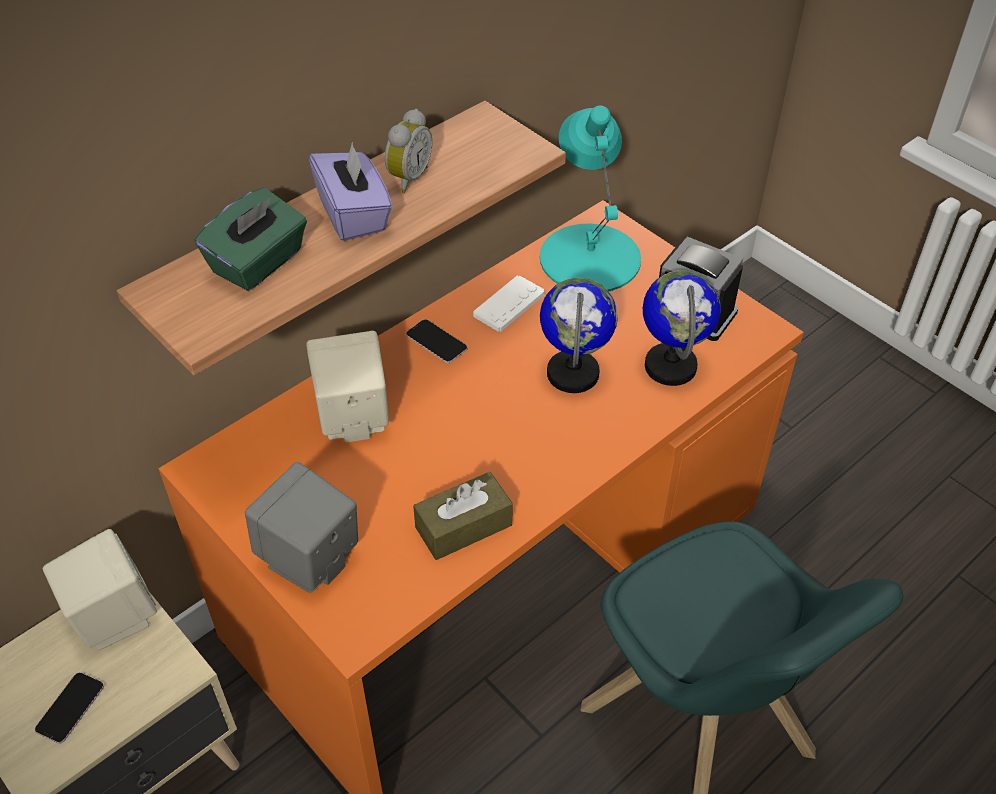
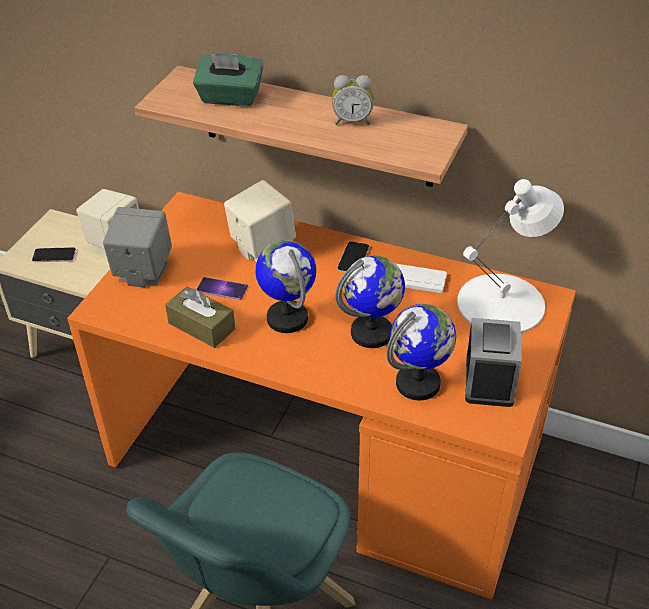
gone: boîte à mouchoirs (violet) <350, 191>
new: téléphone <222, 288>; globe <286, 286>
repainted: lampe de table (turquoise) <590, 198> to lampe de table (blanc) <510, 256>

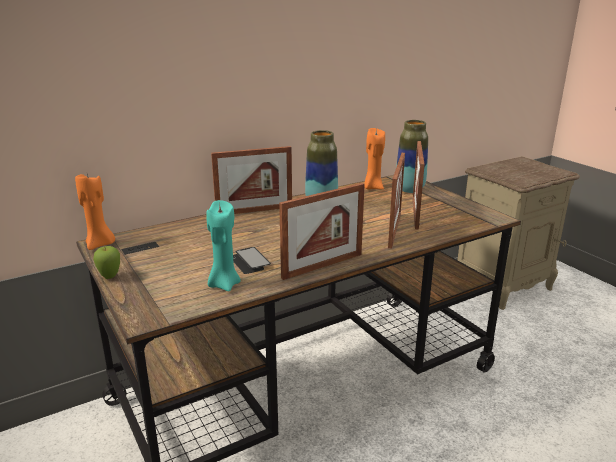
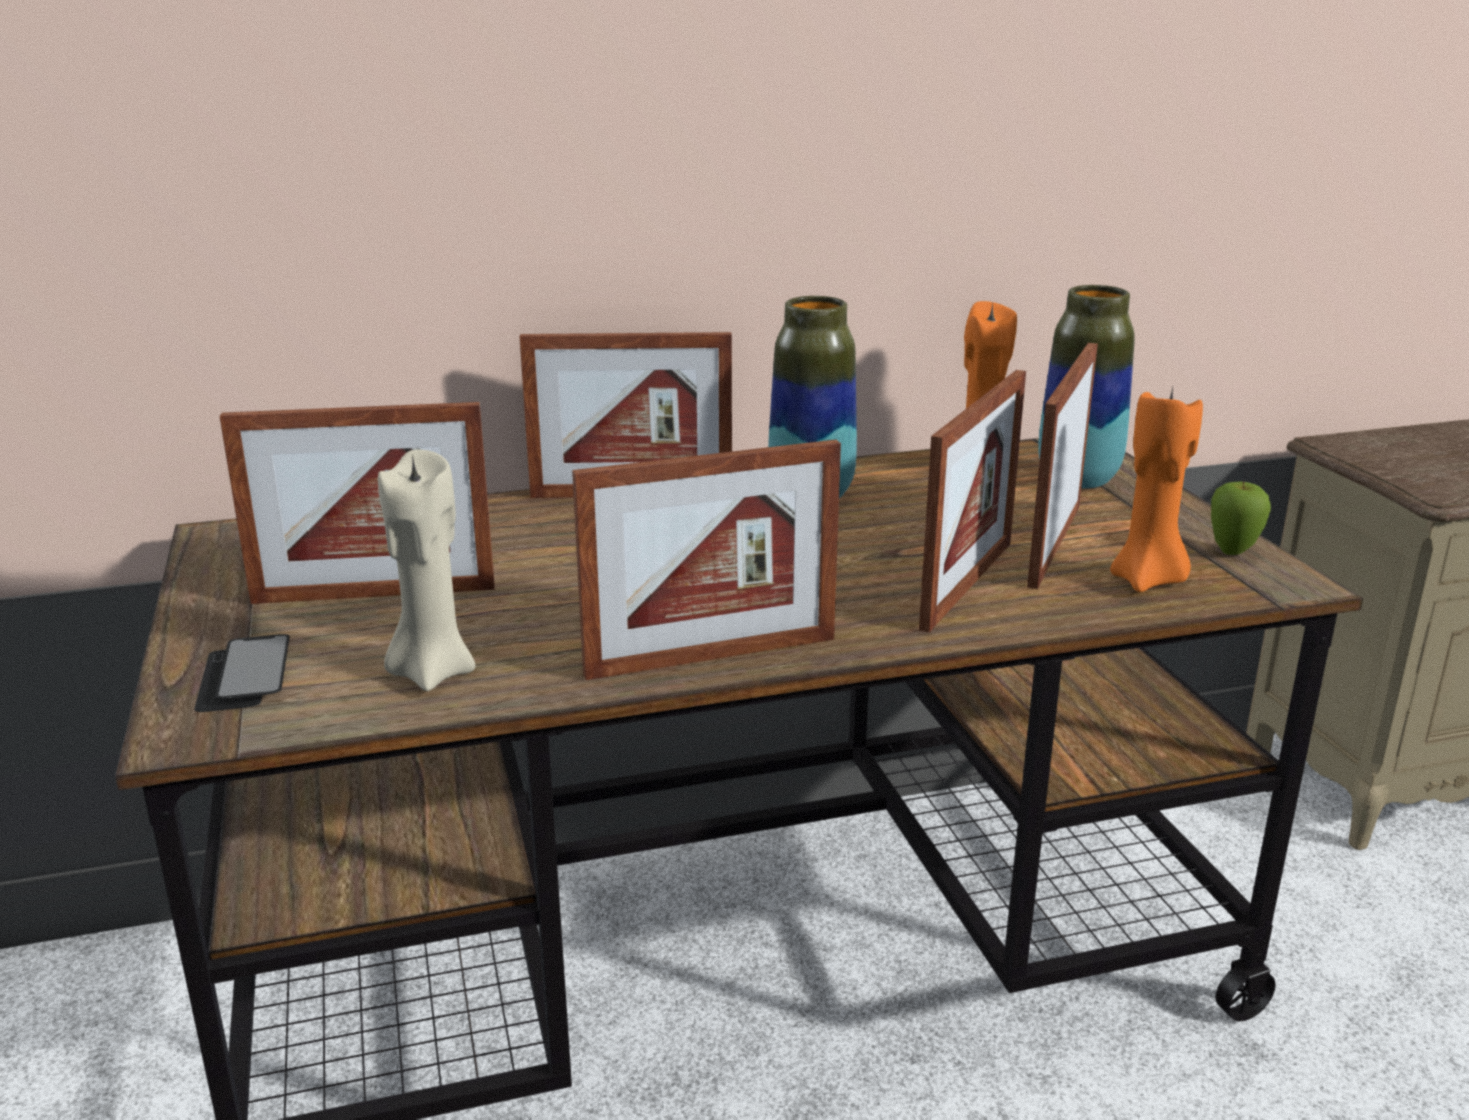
new: cadre photo <357, 503>
shifted: bougie (orange) <95, 212> to <1156, 489>; pomme <106, 262> to <1241, 518>; téléphone <252, 260> to <242, 673>
repainted: bougie (turquoise) <223, 245> to bougie (beige) <426, 570>

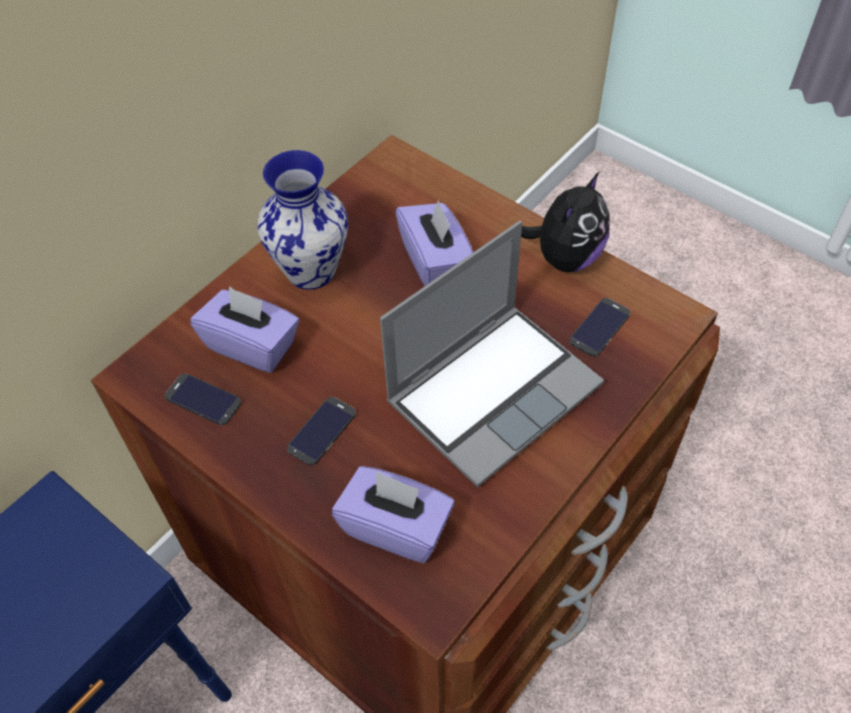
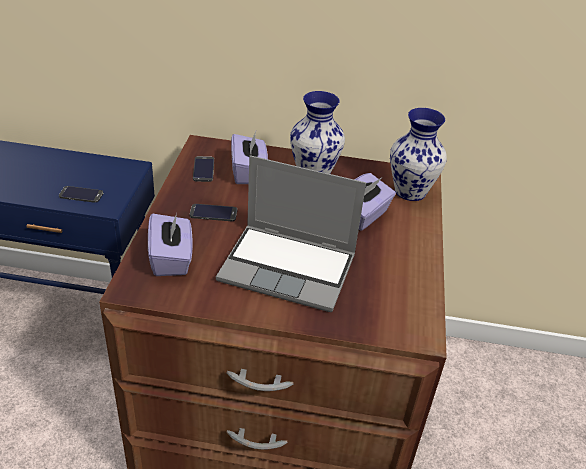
gone: peluche <565, 221>
new: vase <418, 154>
shifted: téléphone <600, 327> to <81, 194>

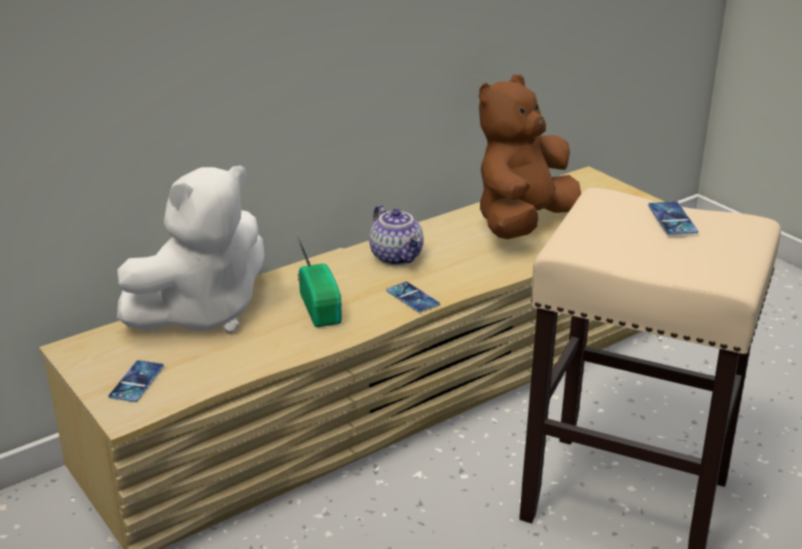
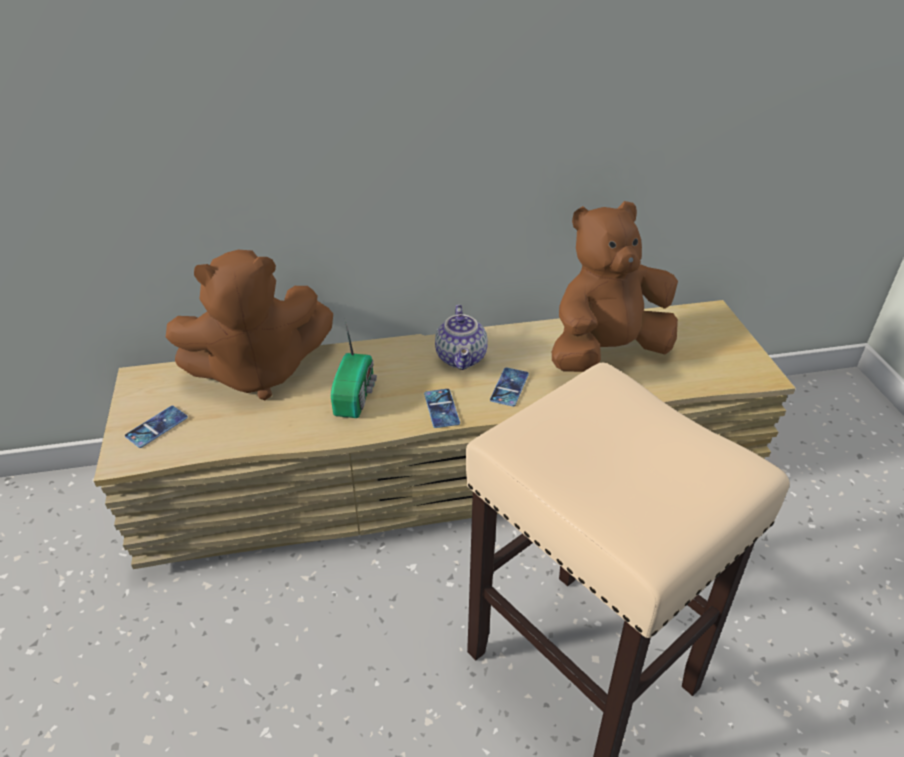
shifted: téléphone <673, 218> to <509, 386>
repainted: peluche (blanc) <191, 250> to peluche (marron) <249, 325>

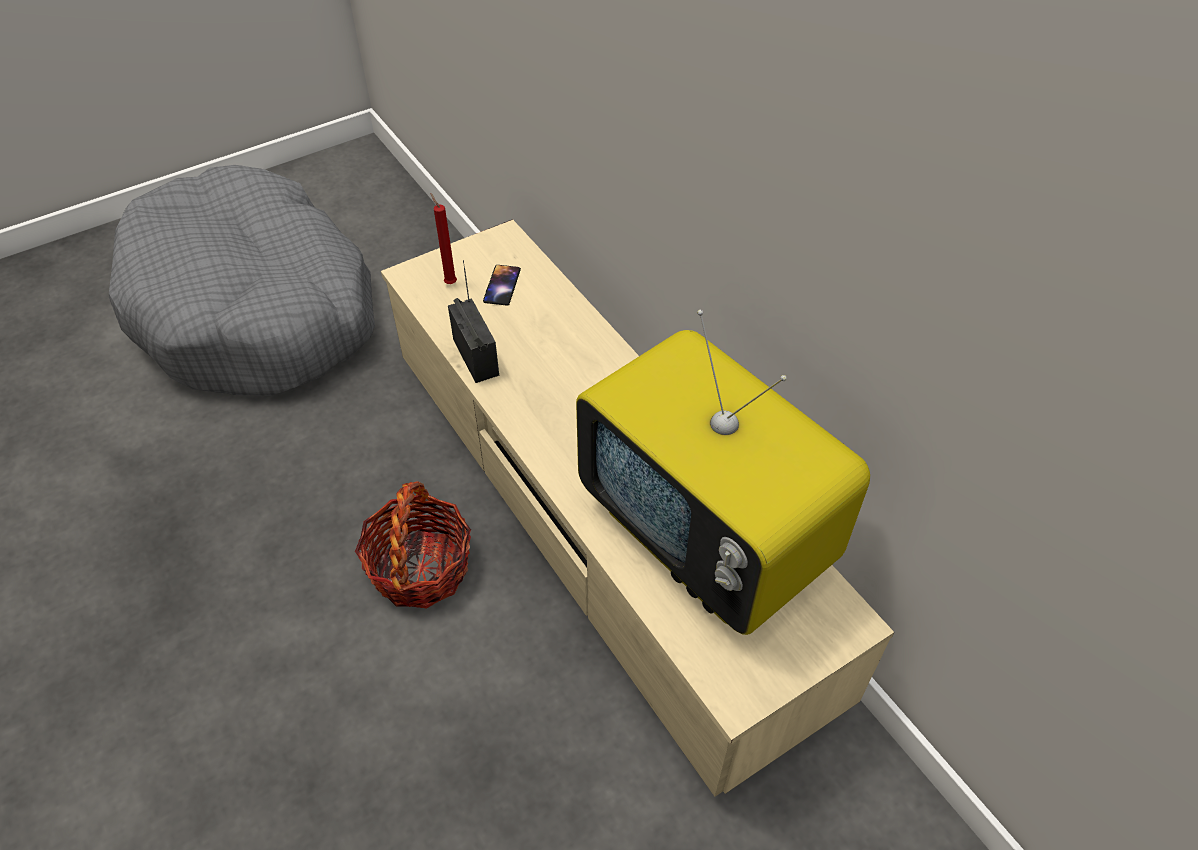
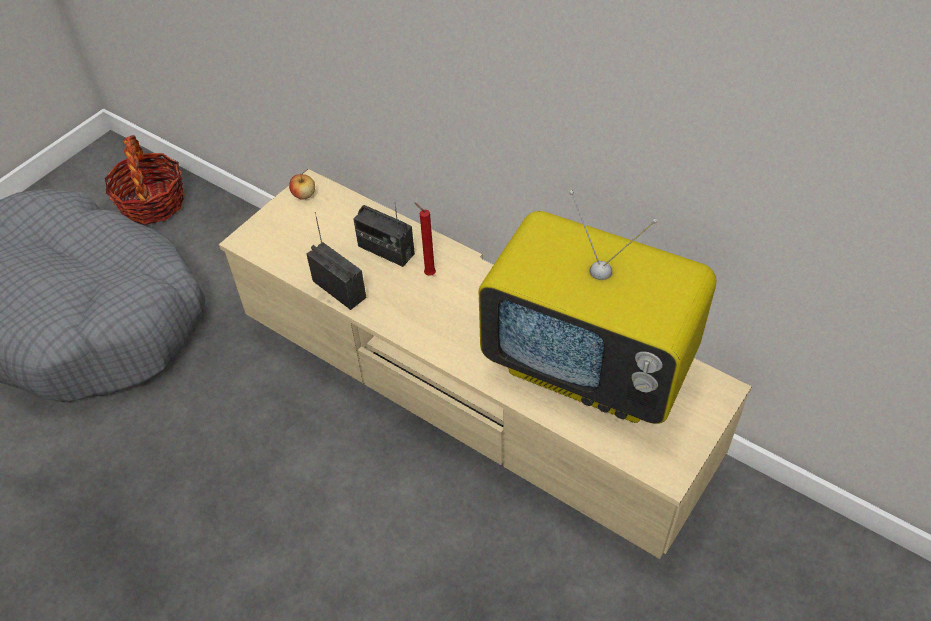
gone: téléphone <502, 285>
new: pomme <302, 187>; radio <384, 234>
shifted: panier <413, 545> to <145, 180>; bougie (rouge) <444, 238> to <425, 239>

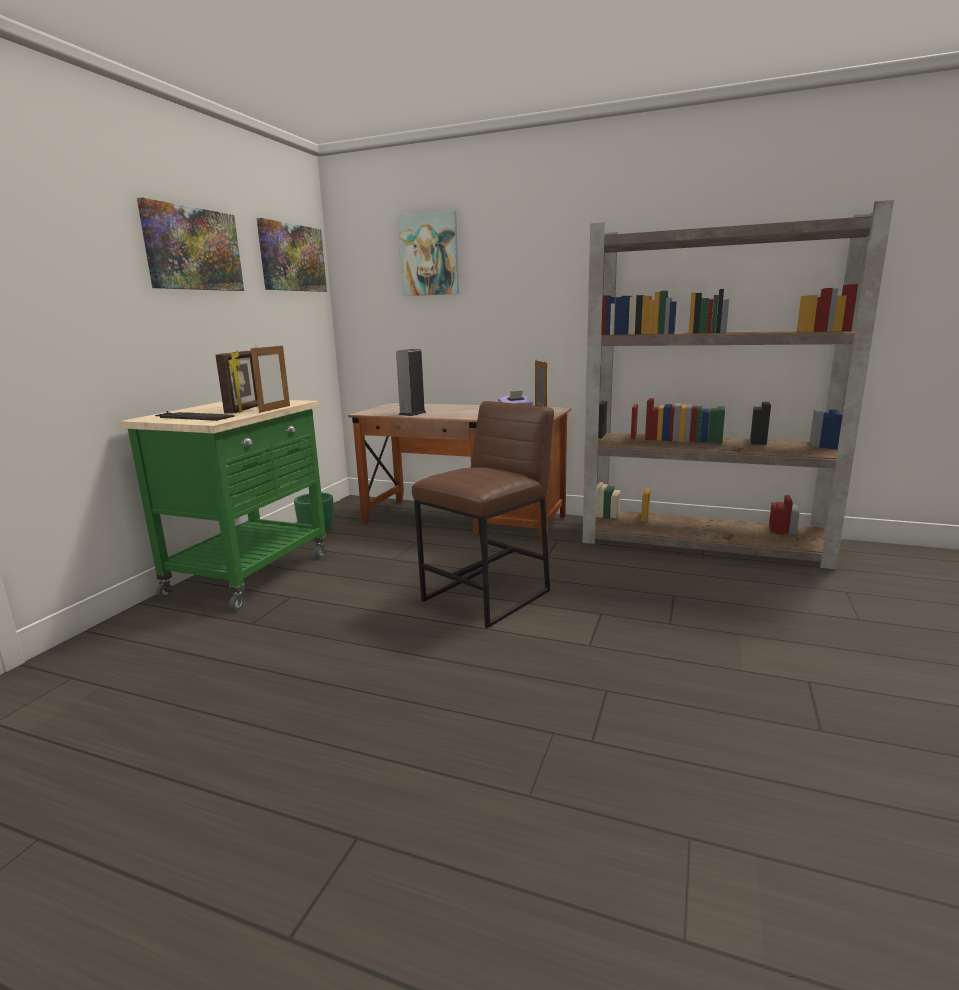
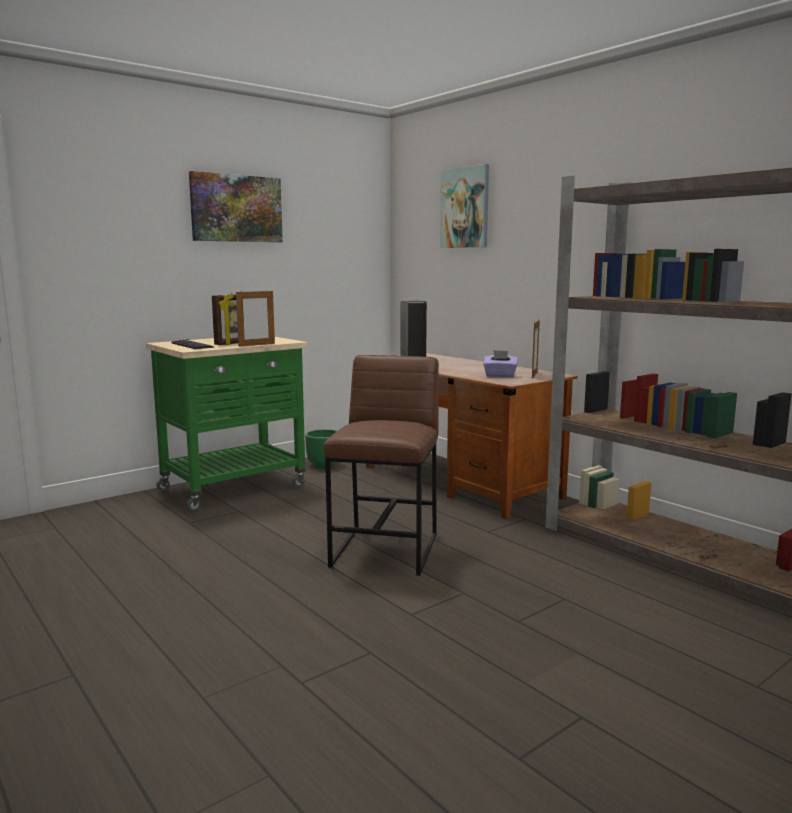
gone: tableau <292, 255>
rotated: chaise (marron) <483, 514> = <381, 465> 60 degrees counterclockwise

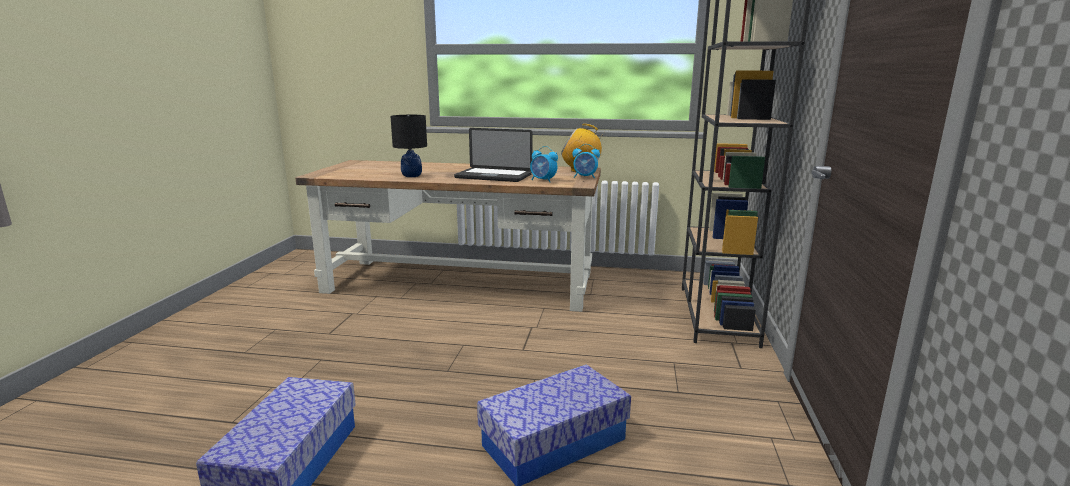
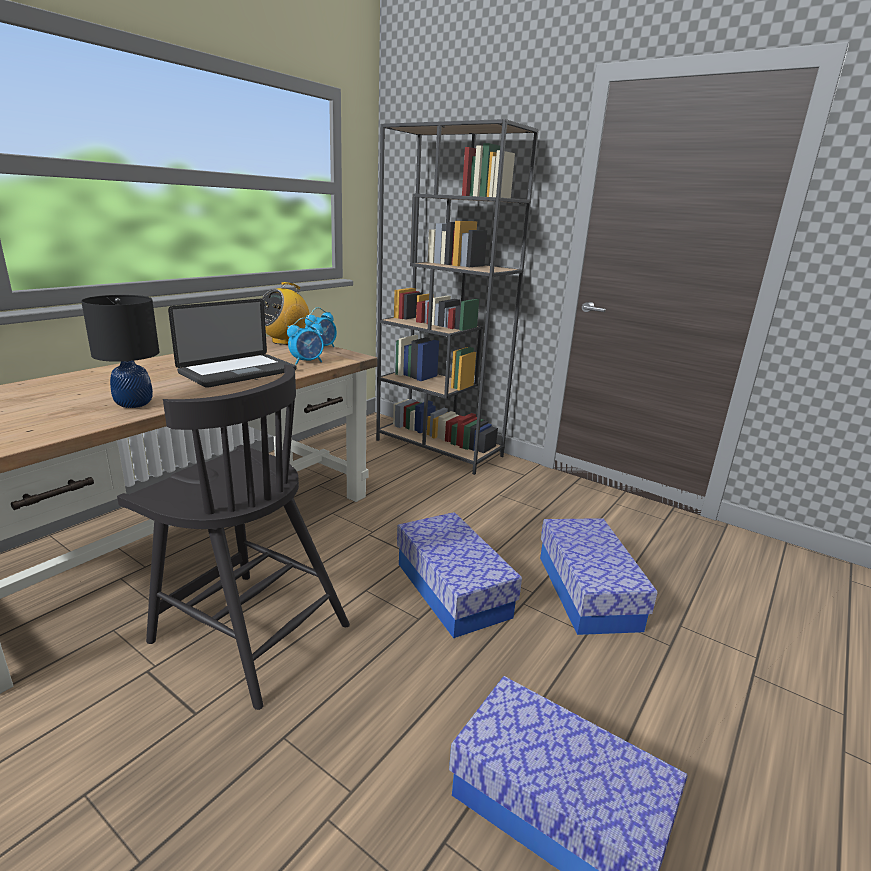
new: chaise (noir) <233, 537>; boîte de rangement <459, 575>

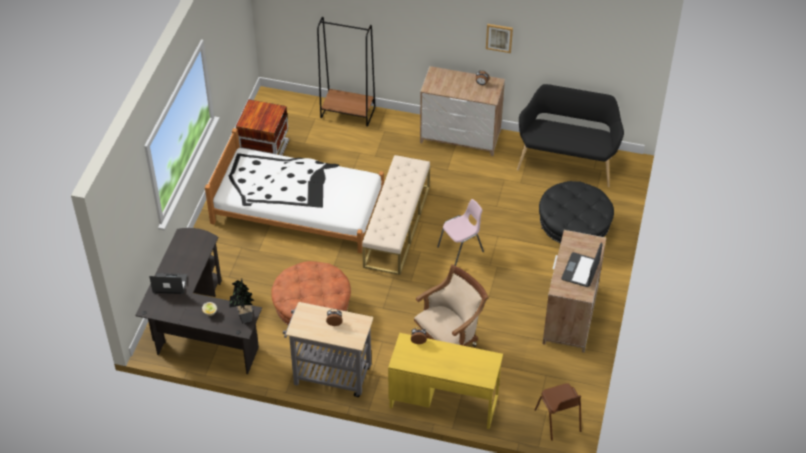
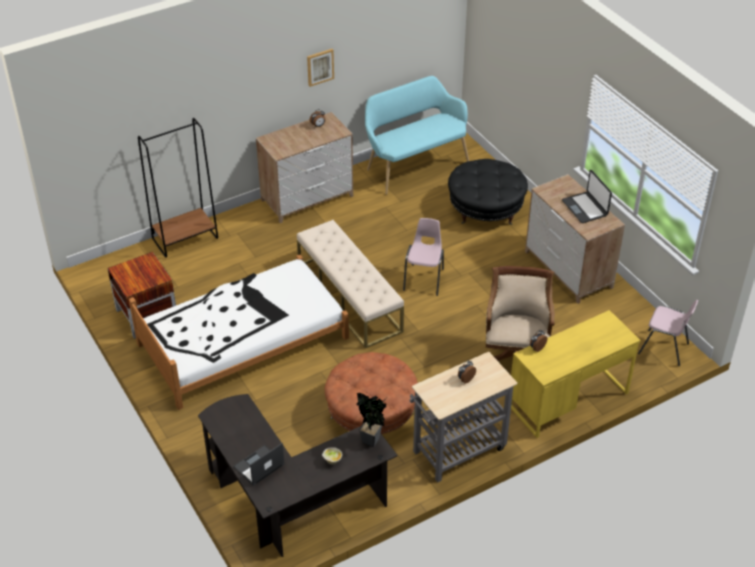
repainted: banc (noir) <570, 135> to banc (turquoise) <417, 135>; chaise (marron) <558, 412> to chaise (rose) <668, 333>

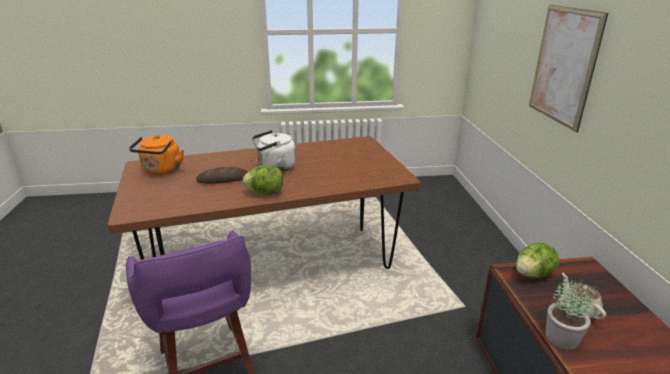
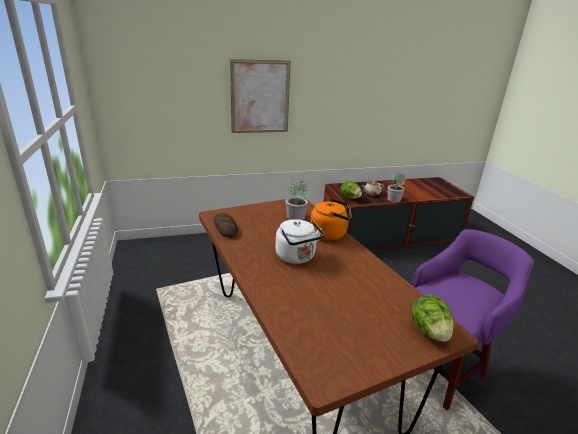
new: plante en pot <297, 198>
shifted: bouilloire (orange) <156, 155> to <331, 219>; pain <222, 175> to <226, 225>; laitue <263, 180> to <433, 318>

